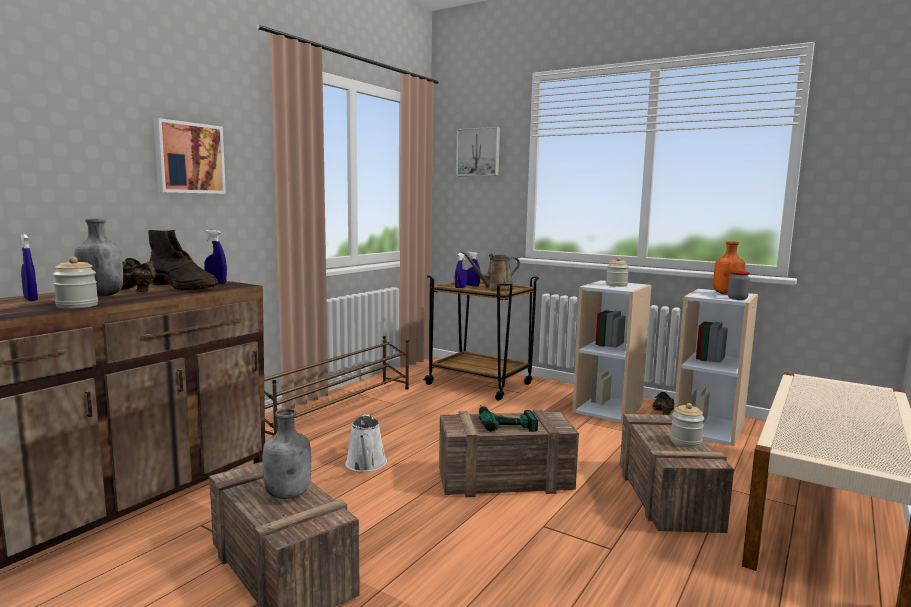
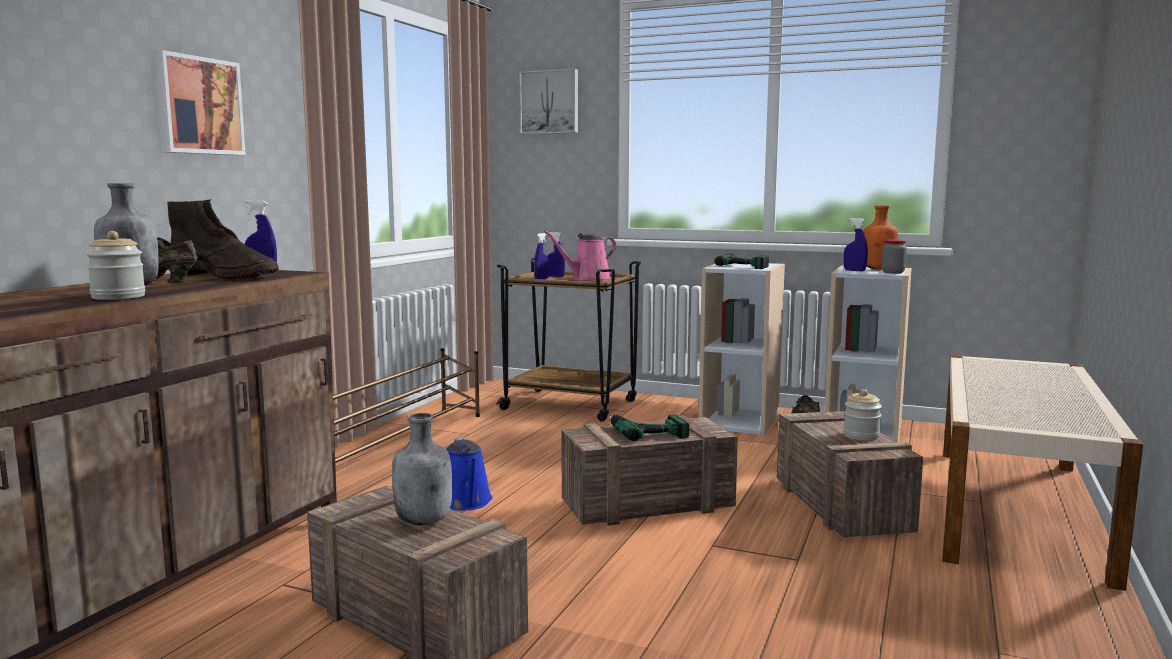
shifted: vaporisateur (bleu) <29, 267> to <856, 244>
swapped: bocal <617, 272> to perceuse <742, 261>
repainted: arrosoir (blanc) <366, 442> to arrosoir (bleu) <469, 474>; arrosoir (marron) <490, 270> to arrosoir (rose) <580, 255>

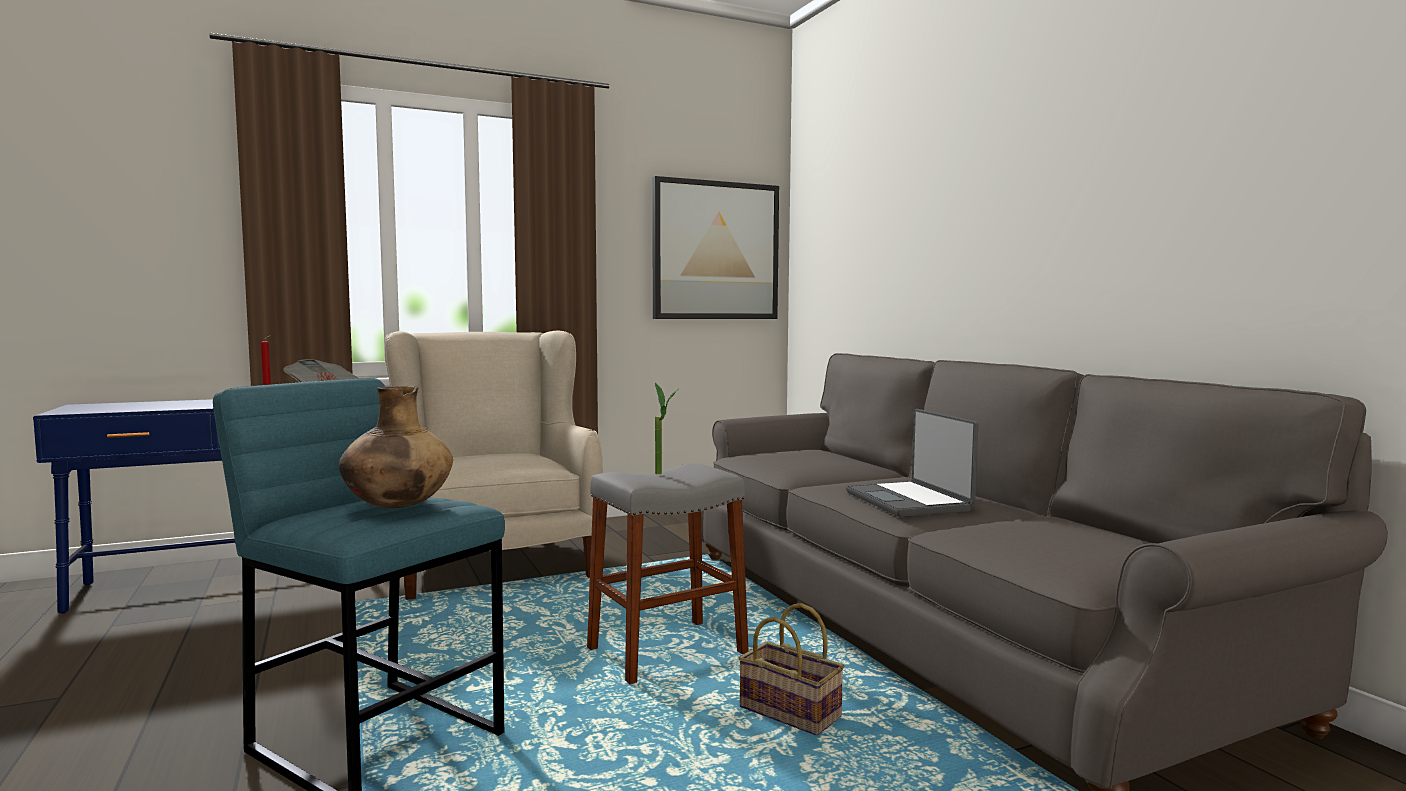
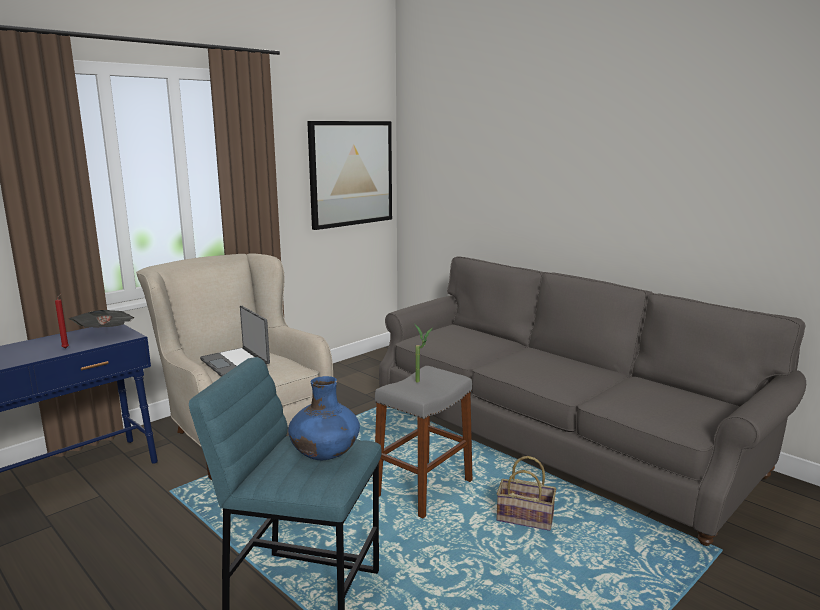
shifted: ordinateur portable <912, 463> to <235, 341>
repainted: vase (marron) <396, 447> to vase (bleu) <324, 418>

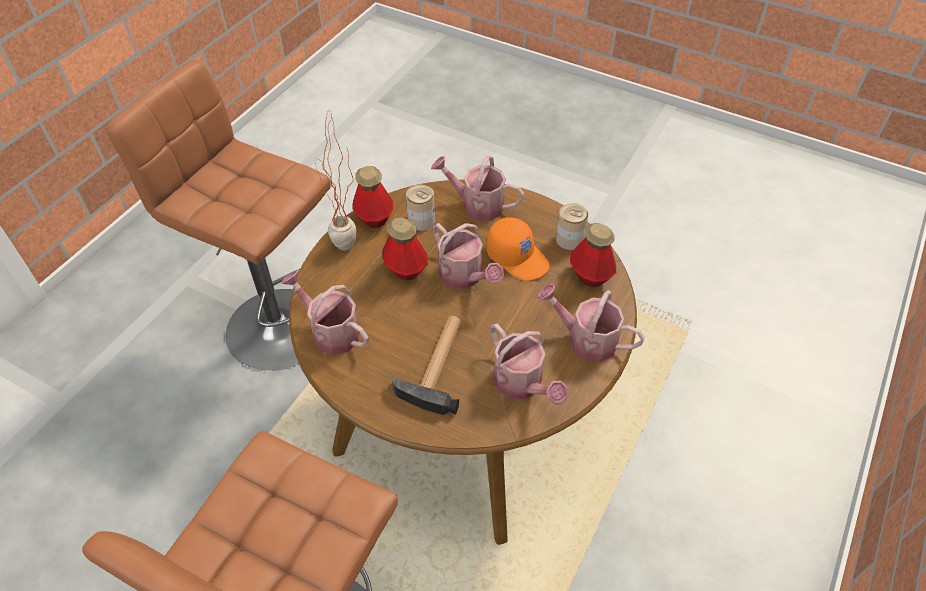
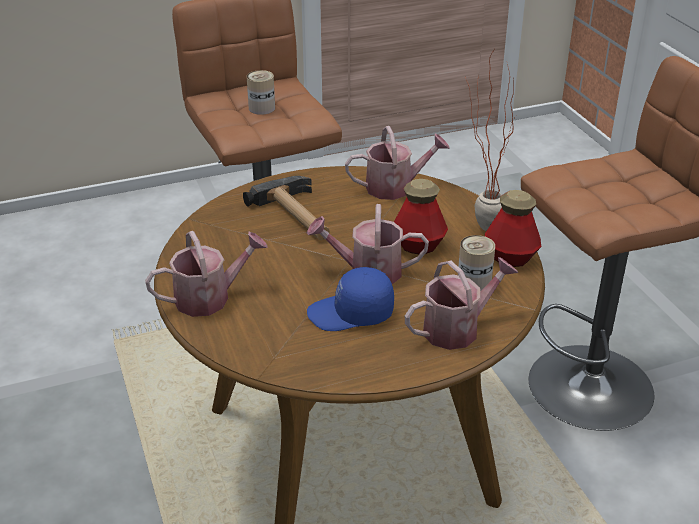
gone: arrosoir <529, 364>; bouteille <593, 255>
shifted: boîte métallique <572, 226> to <261, 92>
repainted: casquette (orange) <517, 249> to casquette (bleu) <350, 299>

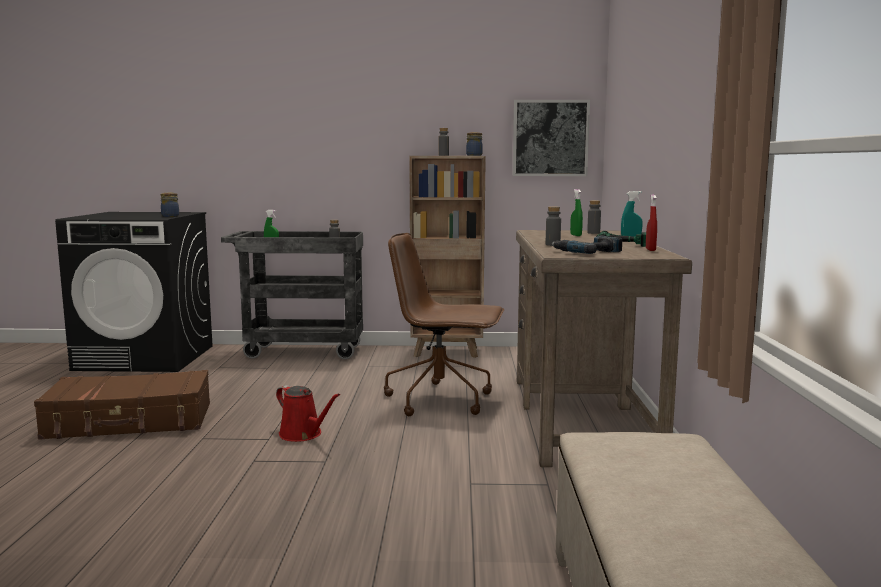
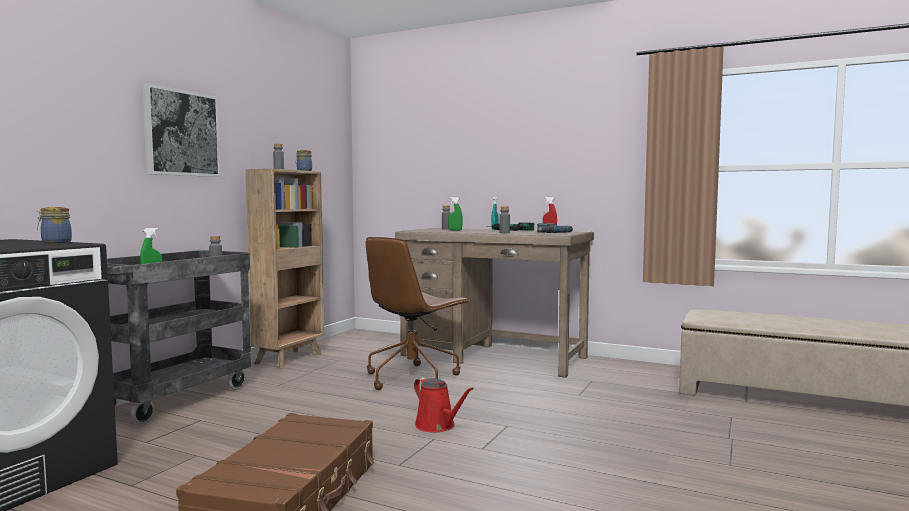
shifted: tableau <551, 138> to <181, 130>
rotated: arrosoir (rouge) <308, 413> = <444, 404> 75 degrees clockwise

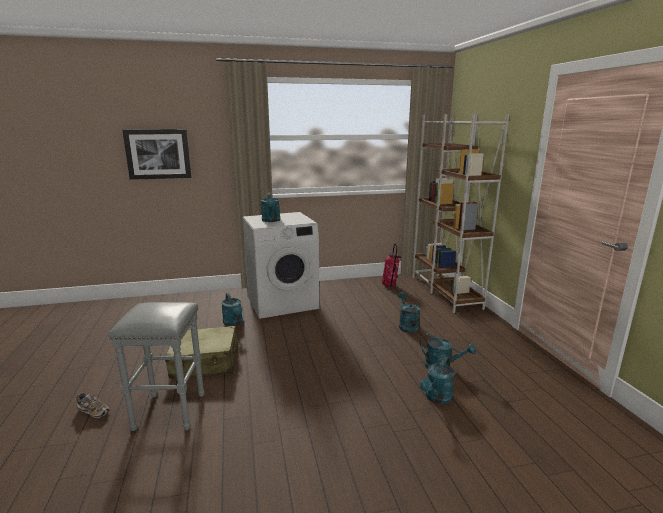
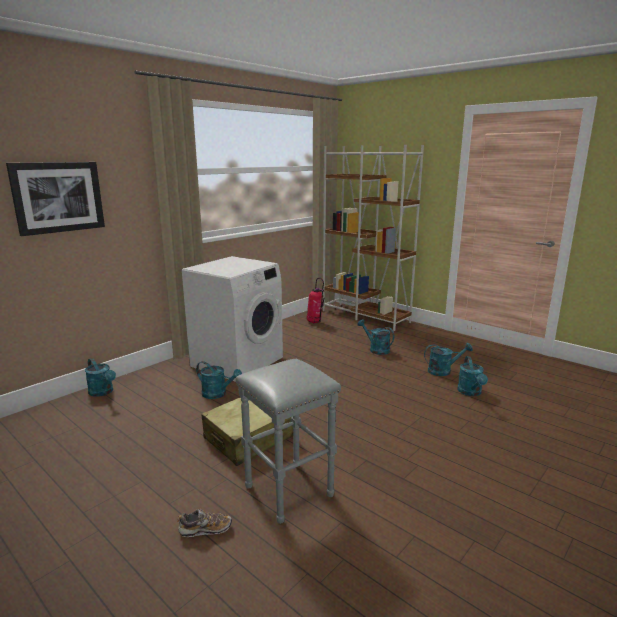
shifted: arrosoir (turquoise) <270, 207> to <100, 377>

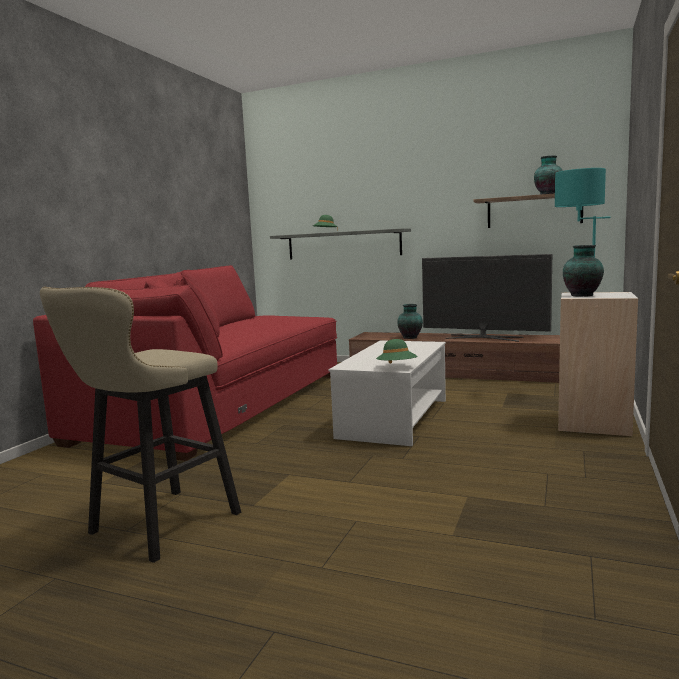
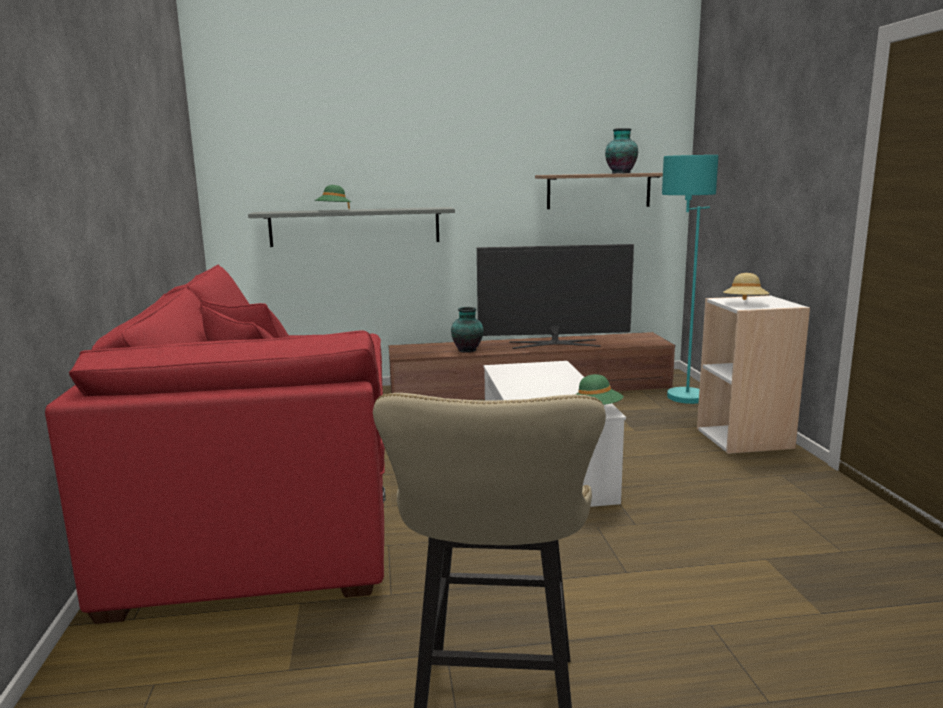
swapped: vase <583, 271> to chapeau (beige) <746, 286>

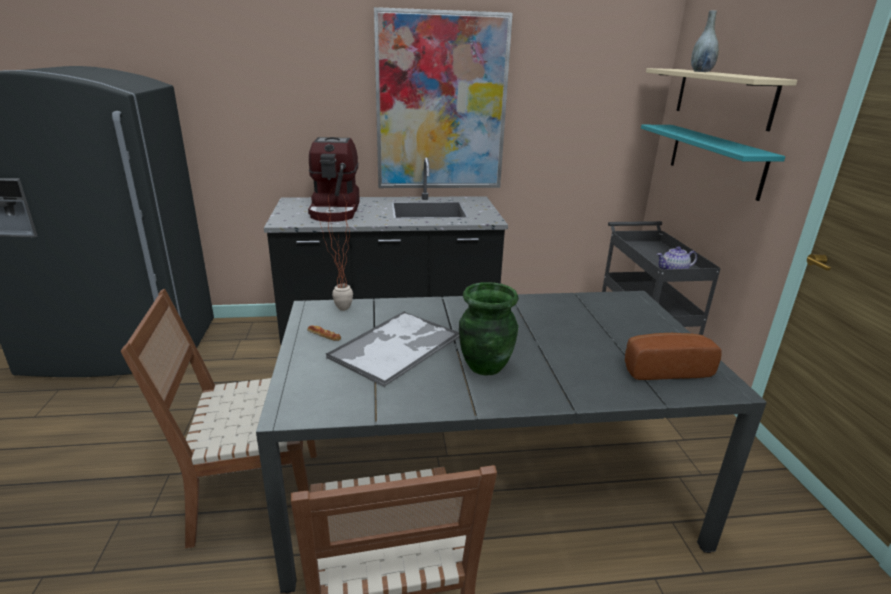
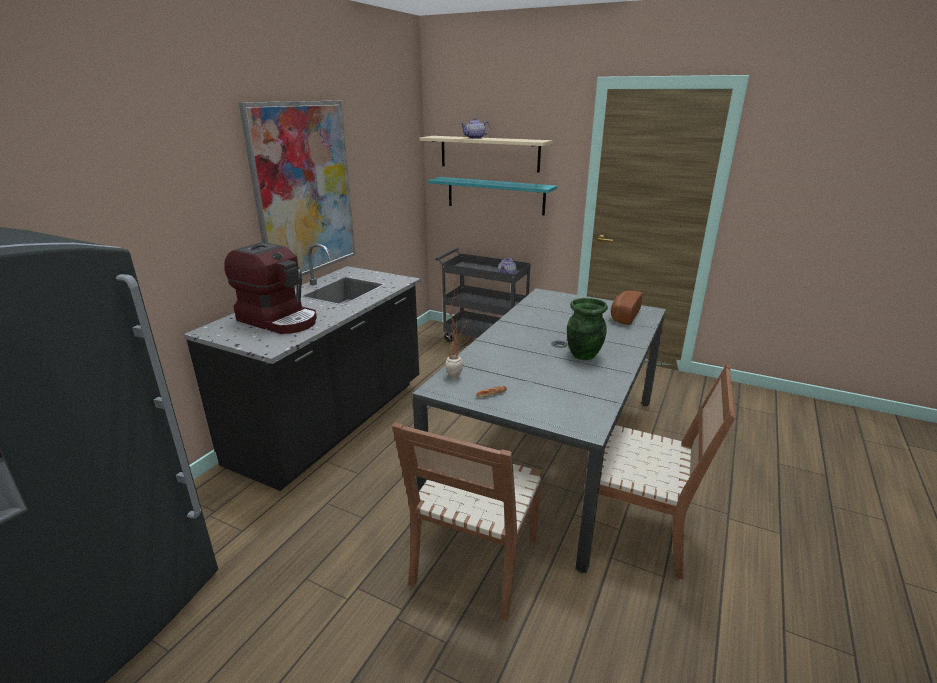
gone: plateau <392, 349>
swapped: vase (gris) <705, 41> to théière <475, 128>

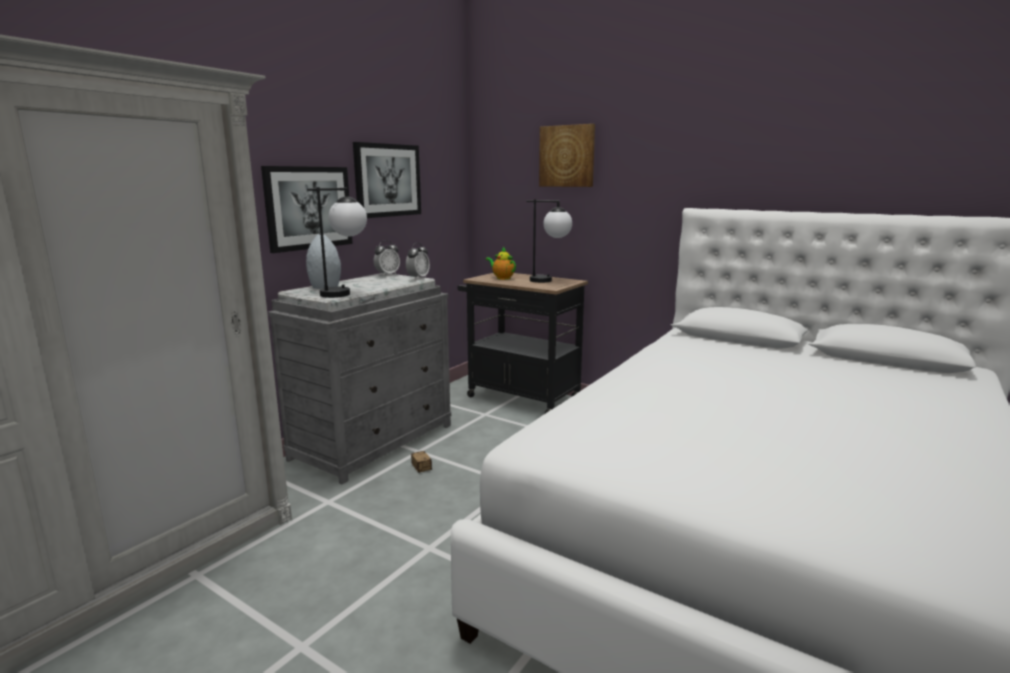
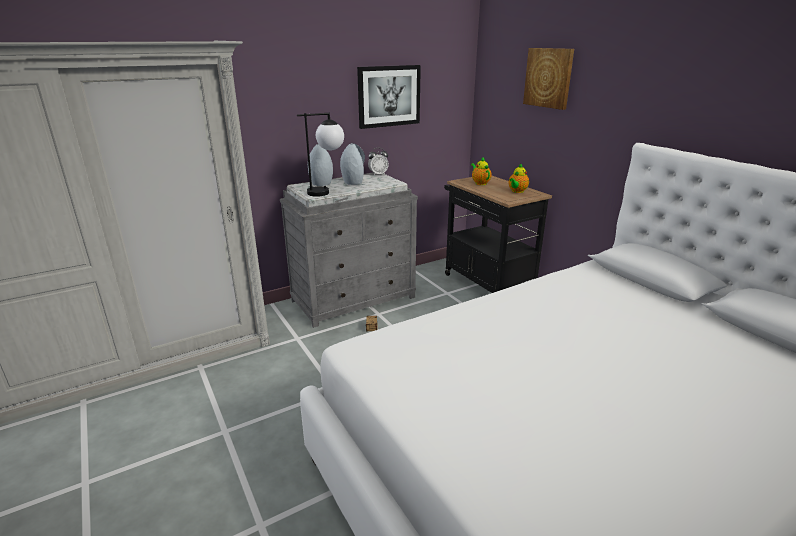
gone: tableau <307, 209>; réveil <418, 261>
new: vase (gris) <352, 164>
swapped: lampe de table <549, 241> to théière <519, 178>

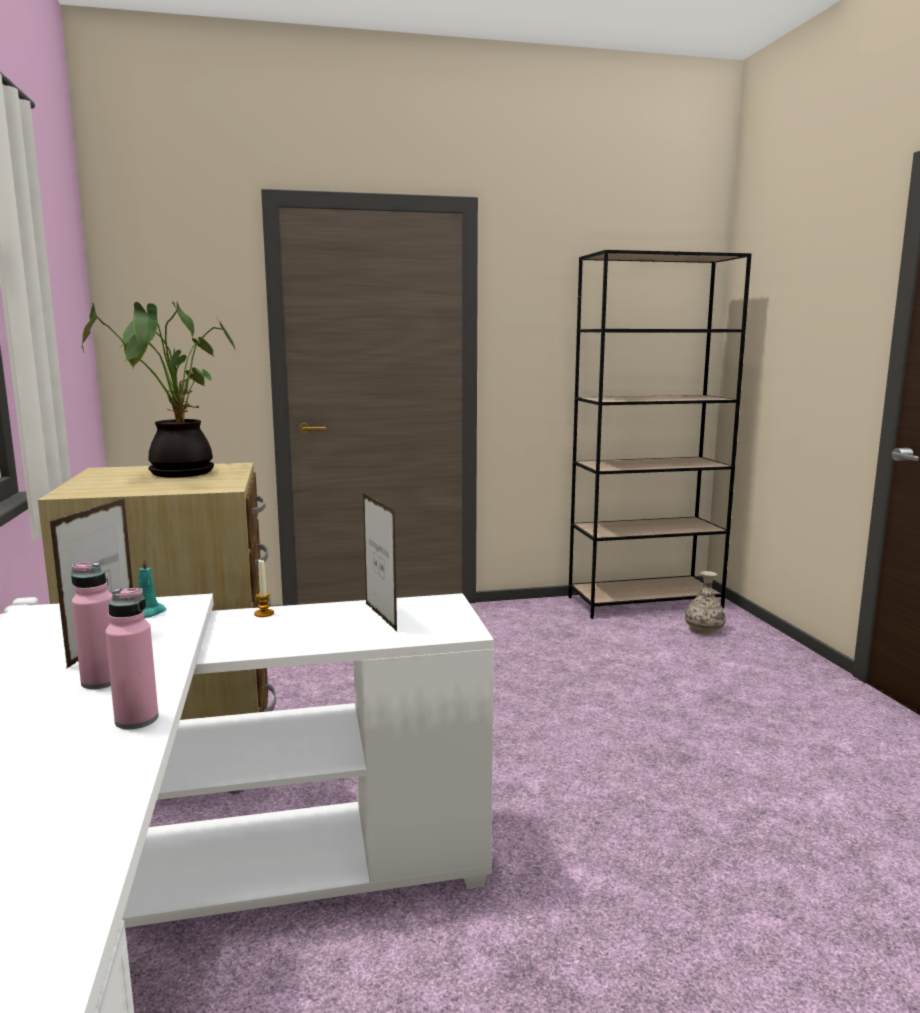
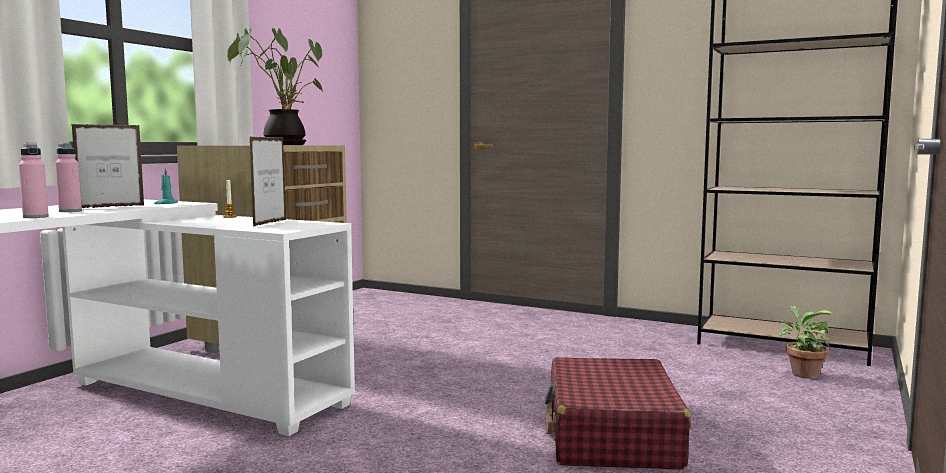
new: valise (rouge) <618, 413>
swapped: vase <705, 603> to plante en pot <805, 342>

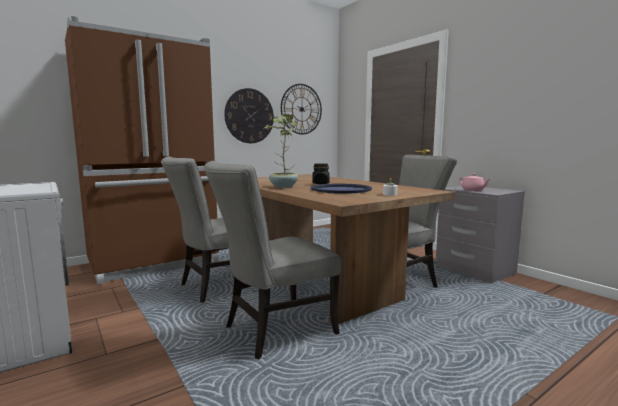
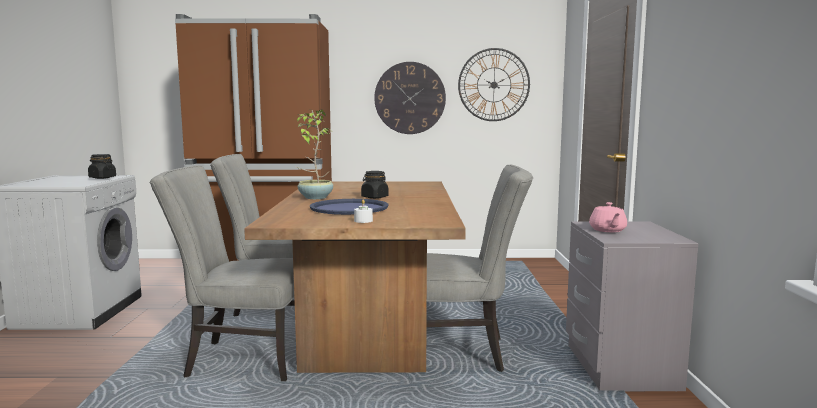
new: bocal (noir) <102, 166>

